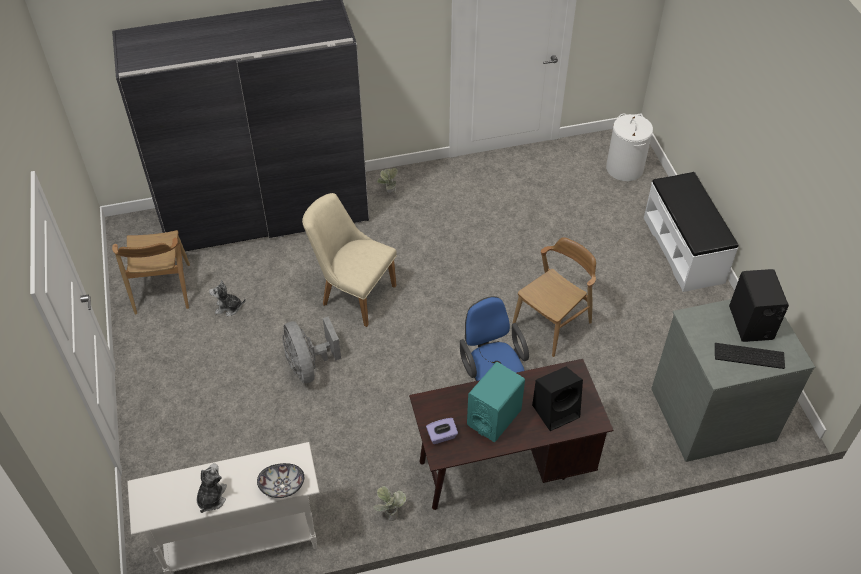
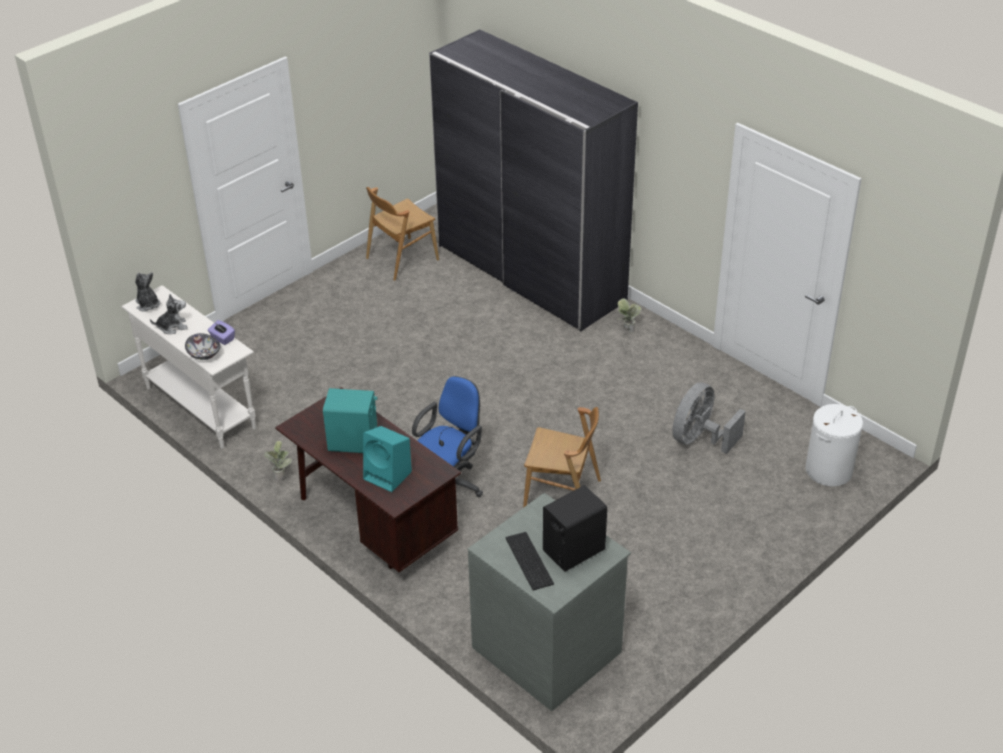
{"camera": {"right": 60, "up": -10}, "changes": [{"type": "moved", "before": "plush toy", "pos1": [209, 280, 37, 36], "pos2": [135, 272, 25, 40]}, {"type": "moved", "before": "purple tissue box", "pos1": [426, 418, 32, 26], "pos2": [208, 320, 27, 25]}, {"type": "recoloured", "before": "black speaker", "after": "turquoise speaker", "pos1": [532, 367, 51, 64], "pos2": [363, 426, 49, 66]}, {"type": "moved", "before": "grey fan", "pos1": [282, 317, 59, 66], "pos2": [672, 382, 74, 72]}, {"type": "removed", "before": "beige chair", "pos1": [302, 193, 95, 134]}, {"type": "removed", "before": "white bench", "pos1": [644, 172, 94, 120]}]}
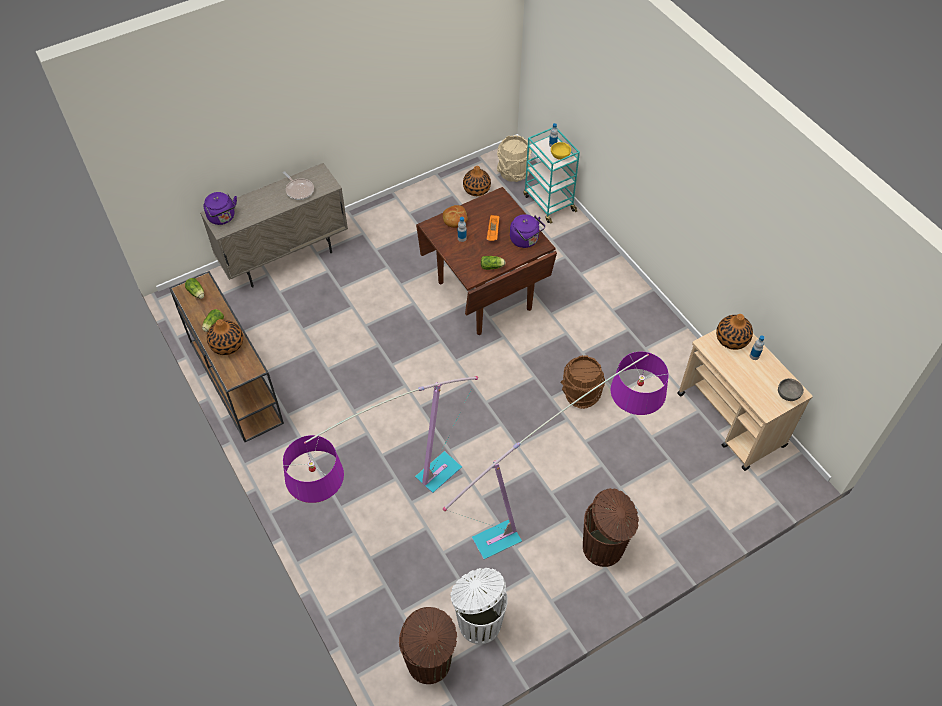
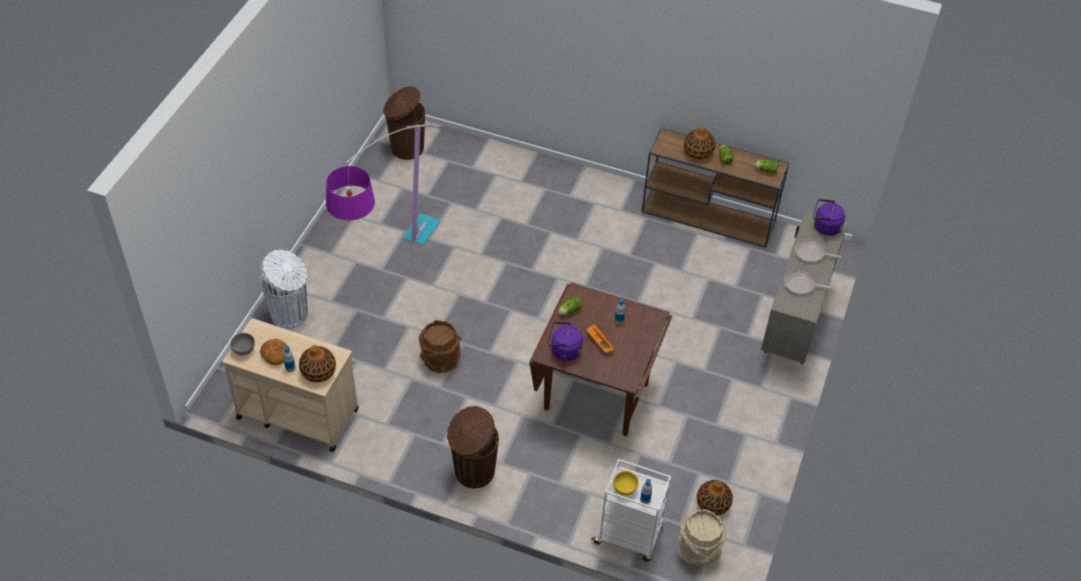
{"camera": {"right": 140, "up": -5}, "changes": [{"type": "moved", "before": "white trash can", "pos1": [450, 568, 58, 76], "pos2": [260, 250, 48, 79]}, {"type": "moved", "before": "bread", "pos1": [443, 205, 25, 23], "pos2": [260, 339, 30, 26]}, {"type": "moved", "before": "brown trash can", "pos1": [583, 488, 56, 79], "pos2": [447, 406, 52, 82]}, {"type": "recoloured", "before": "turquoise cart", "after": "white cart", "pos1": [524, 127, 56, 97], "pos2": [591, 459, 80, 103]}, {"type": "added", "after": "frying pan", "pos2": [794, 239, 47, 24]}, {"type": "removed", "before": "floor lamp", "pos1": [283, 376, 195, 127]}]}
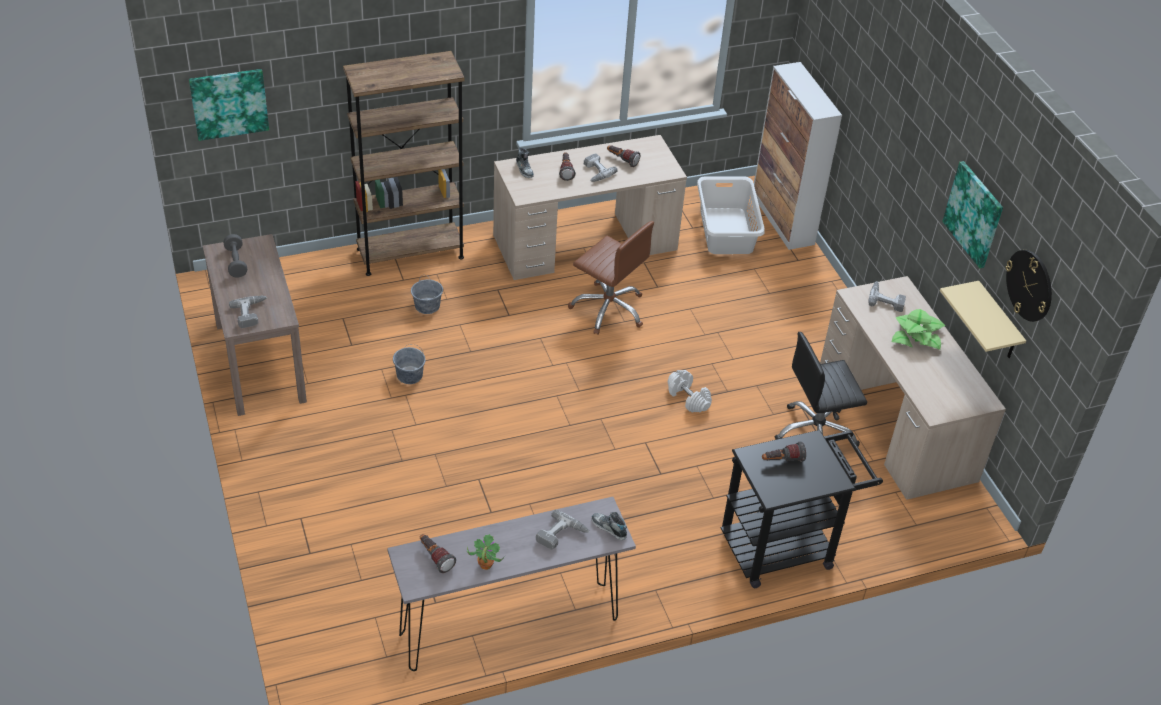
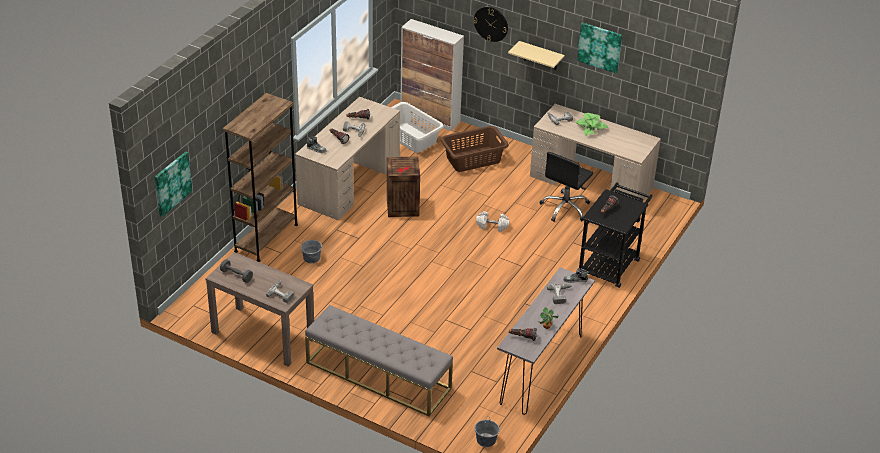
{"camera": {"right": -40, "up": -5}, "changes": [{"type": "added", "after": "grey bench", "pos2": [305, 305, 148, 111]}, {"type": "replaced", "before": "brown office chair", "after": "crate", "pos1": [568, 221, 86, 114], "pos2": [387, 156, 33, 61]}, {"type": "added", "after": "brown laundry basket", "pos2": [440, 126, 69, 46]}, {"type": "moved", "before": "wall clock", "pos1": [1006, 250, 46, 72], "pos2": [473, 7, 35, 35]}, {"type": "moved", "before": "grey bucket", "pos1": [393, 344, 33, 40], "pos2": [474, 416, 26, 31]}, {"type": "moved", "before": "beige shelf", "pos1": [940, 281, 86, 77], "pos2": [508, 41, 57, 29]}]}
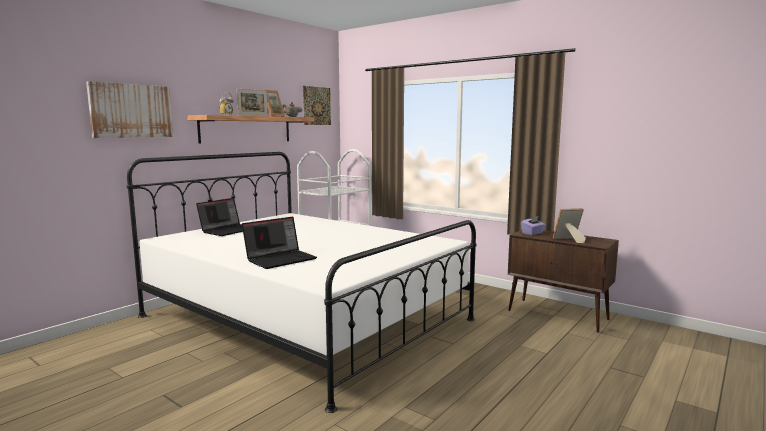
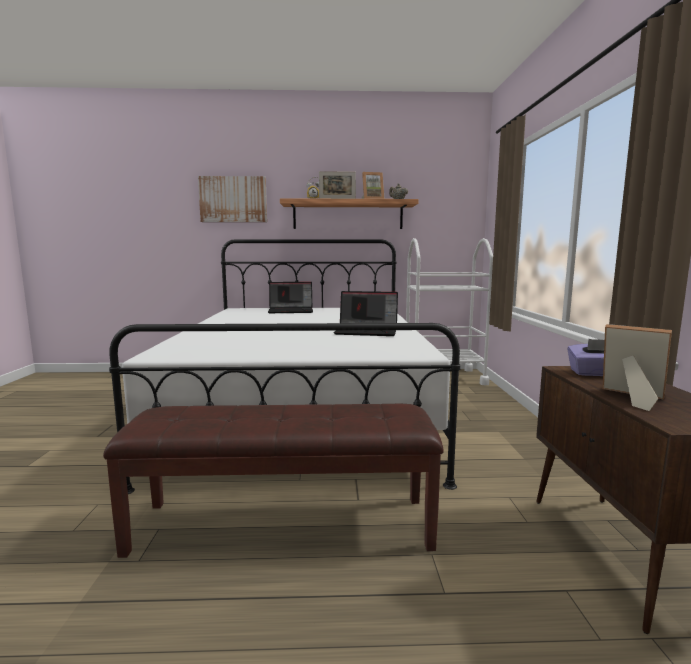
{"camera": {"right": 50, "up": 0}, "changes": [{"type": "added", "after": "brown bench", "pos2": [103, 404, 341, 154]}, {"type": "moved", "before": "laptop", "pos1": [242, 217, 75, 52], "pos2": [333, 291, 65, 45]}, {"type": "removed", "before": "picture", "pos1": [303, 86, 28, 39]}]}
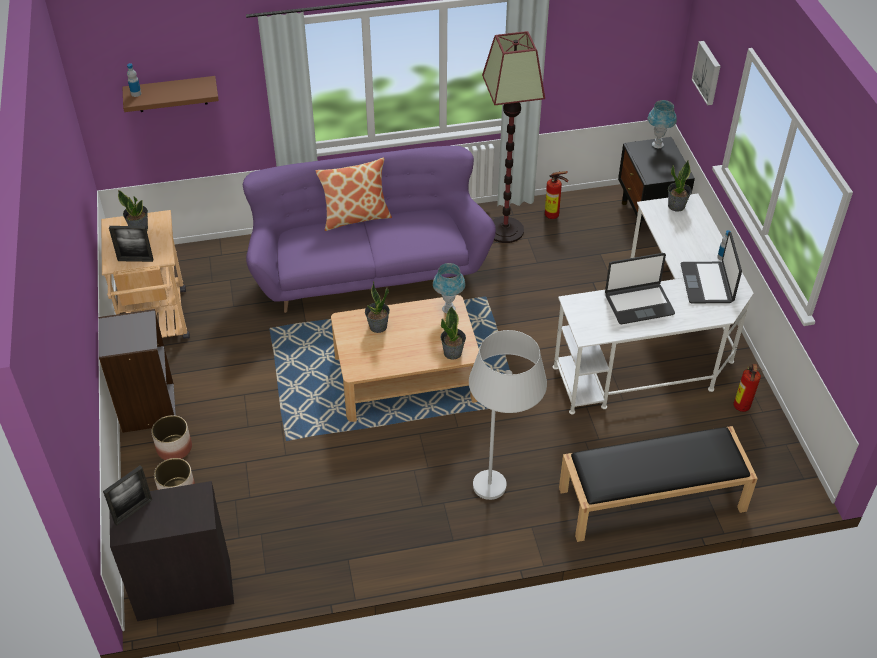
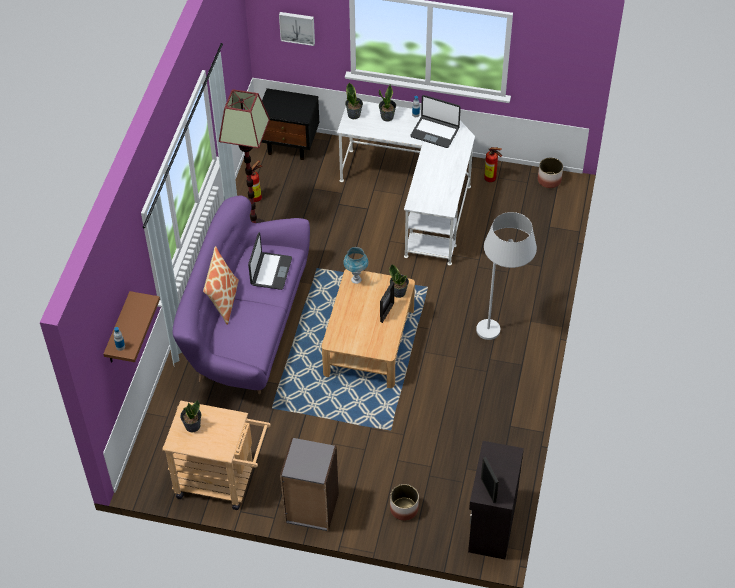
{"camera": {"right": -65, "up": 5}, "changes": [{"type": "moved", "before": "laptop", "pos1": [605, 253, 70, 71], "pos2": [248, 232, 44, 58]}, {"type": "moved", "before": "potted plant", "pos1": [365, 281, 25, 52], "pos2": [379, 84, 17, 37]}, {"type": "moved", "before": "picture frame", "pos1": [109, 226, 45, 36], "pos2": [380, 282, 14, 41]}, {"type": "moved", "before": "planter", "pos1": [151, 415, 41, 45], "pos2": [538, 158, 25, 30]}, {"type": "removed", "before": "black bench", "pos1": [559, 426, 199, 116]}, {"type": "removed", "before": "blue table lamp", "pos1": [648, 100, 29, 48]}]}
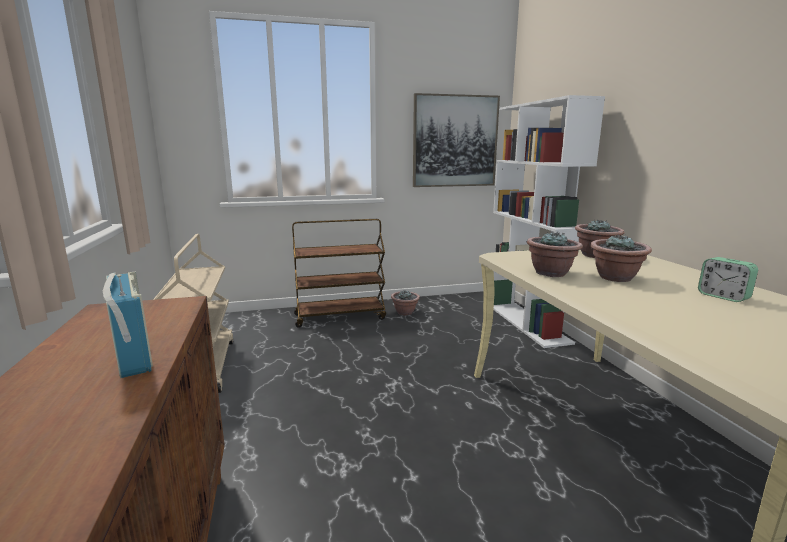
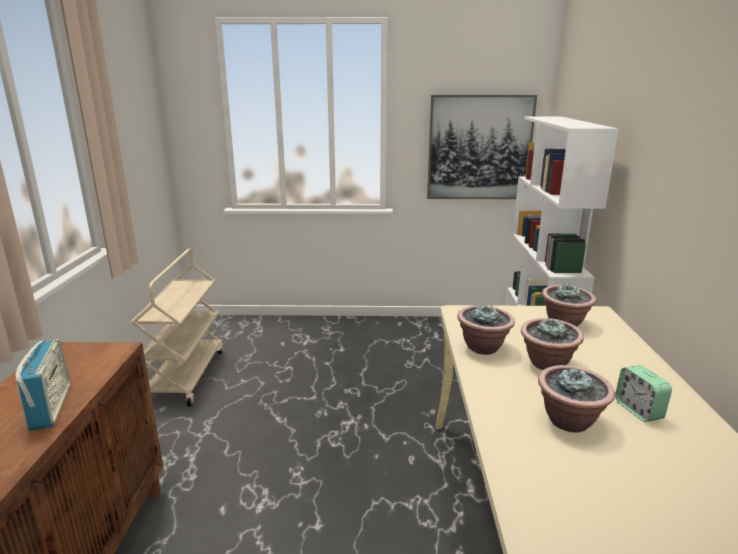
{"camera": {"right": 15, "up": 5}, "changes": [{"type": "moved", "before": "potted plant", "pos1": [391, 291, 29, 24], "pos2": [538, 365, 77, 68]}, {"type": "removed", "before": "brown cart", "pos1": [292, 219, 94, 109]}]}
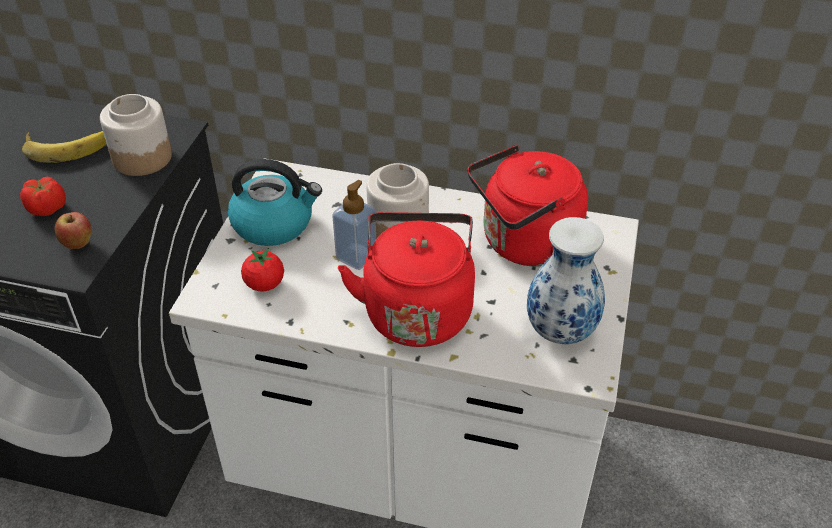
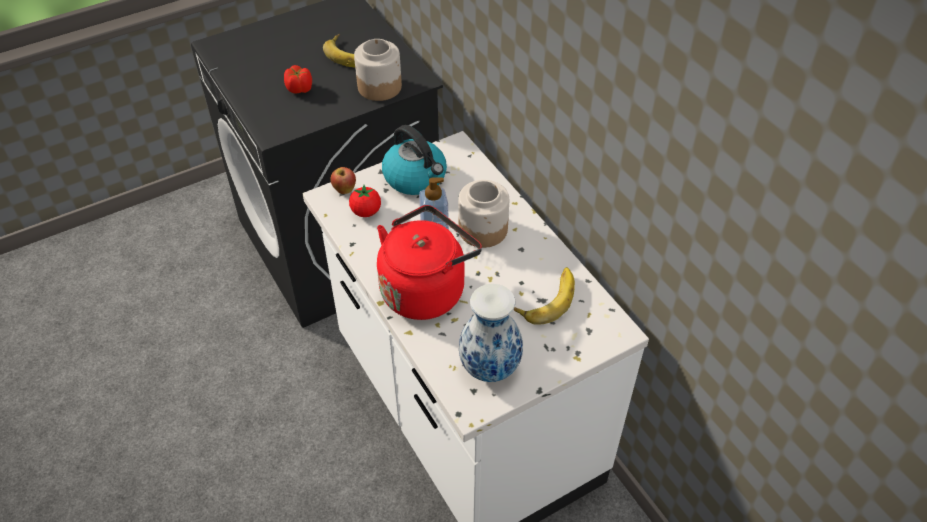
{"camera": {"right": 45, "up": 5}, "changes": [{"type": "moved", "before": "apple", "pos1": [54, 212, 37, 37], "pos2": [330, 167, 26, 27]}, {"type": "replaced", "before": "red kettle", "after": "banana", "pos1": [468, 145, 120, 121], "pos2": [514, 267, 61, 58]}]}
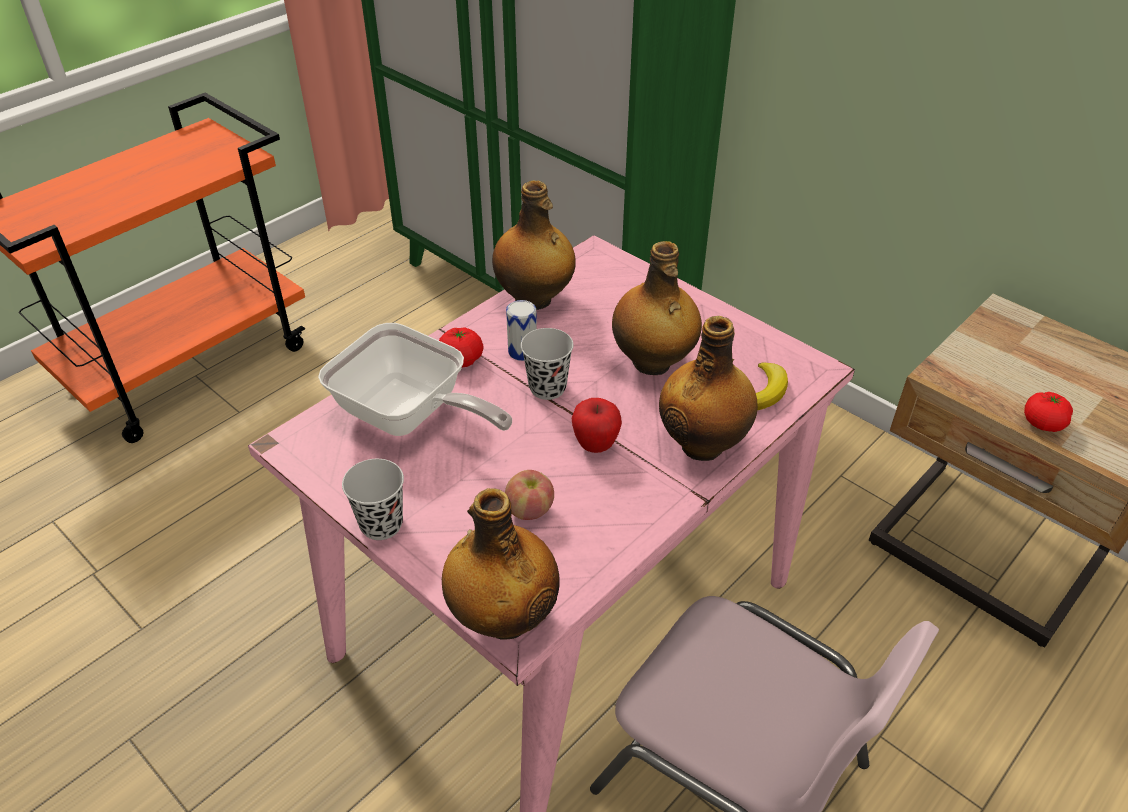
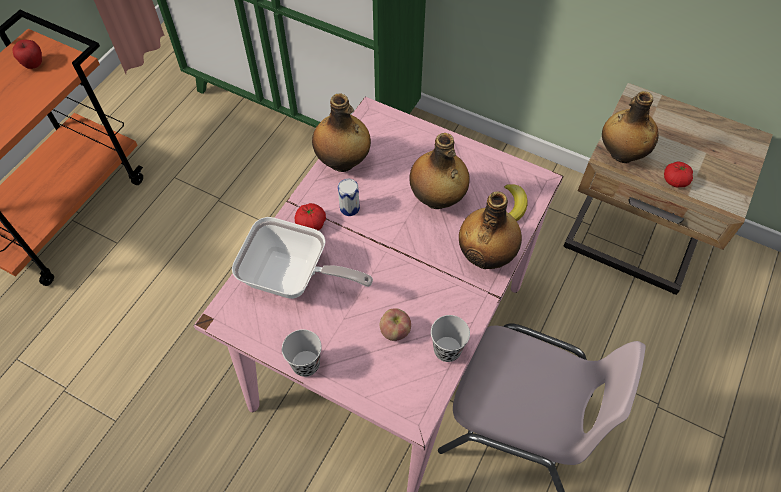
{"camera": {"right": -15, "up": 15}, "changes": [{"type": "moved", "before": "apple", "pos1": [571, 398, 51, 55], "pos2": [12, 40, 30, 29]}, {"type": "moved", "before": "black cup", "pos1": [521, 328, 53, 72], "pos2": [431, 315, 39, 47]}, {"type": "moved", "before": "bottle", "pos1": [442, 488, 118, 152], "pos2": [602, 91, 57, 72]}]}
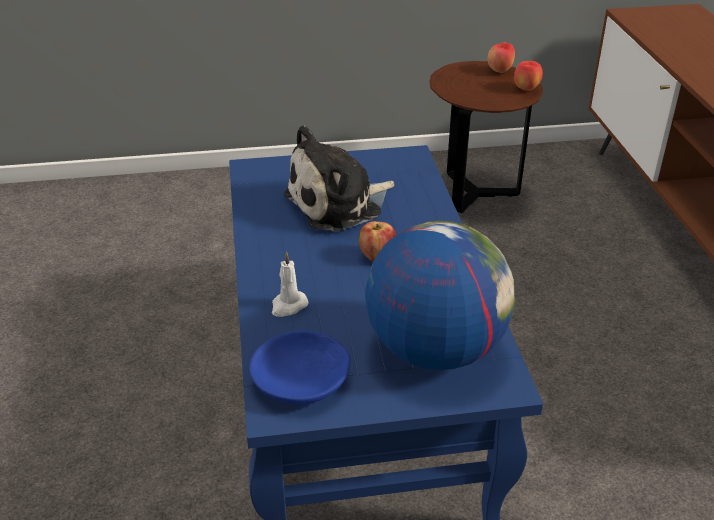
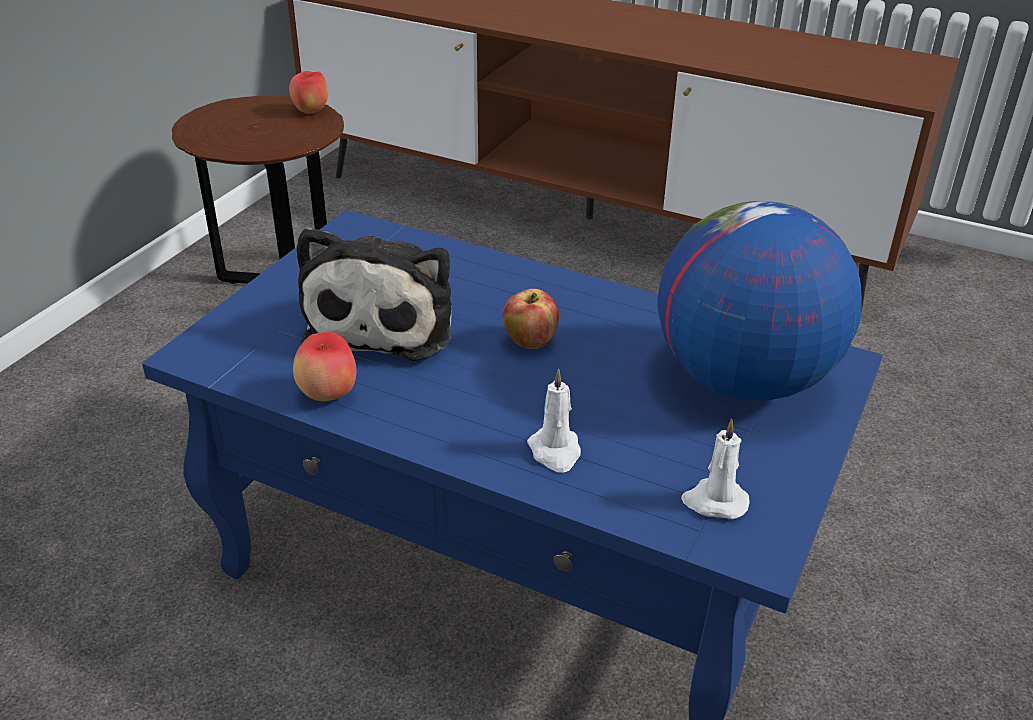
{"camera": {"right": -55, "up": 0}, "changes": [{"type": "moved", "before": "apple", "pos1": [488, 42, 27, 31], "pos2": [293, 332, 63, 69]}, {"type": "replaced", "before": "blue bowl", "after": "white candle", "pos1": [249, 330, 102, 74], "pos2": [681, 419, 68, 100]}]}
